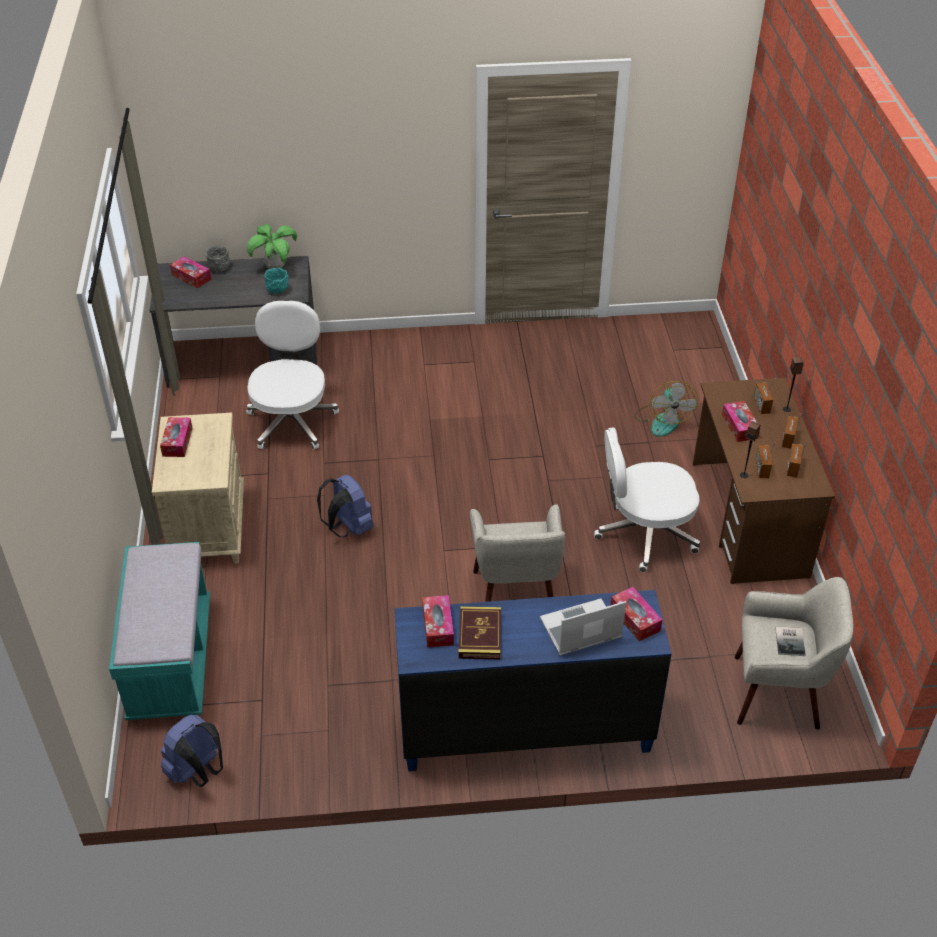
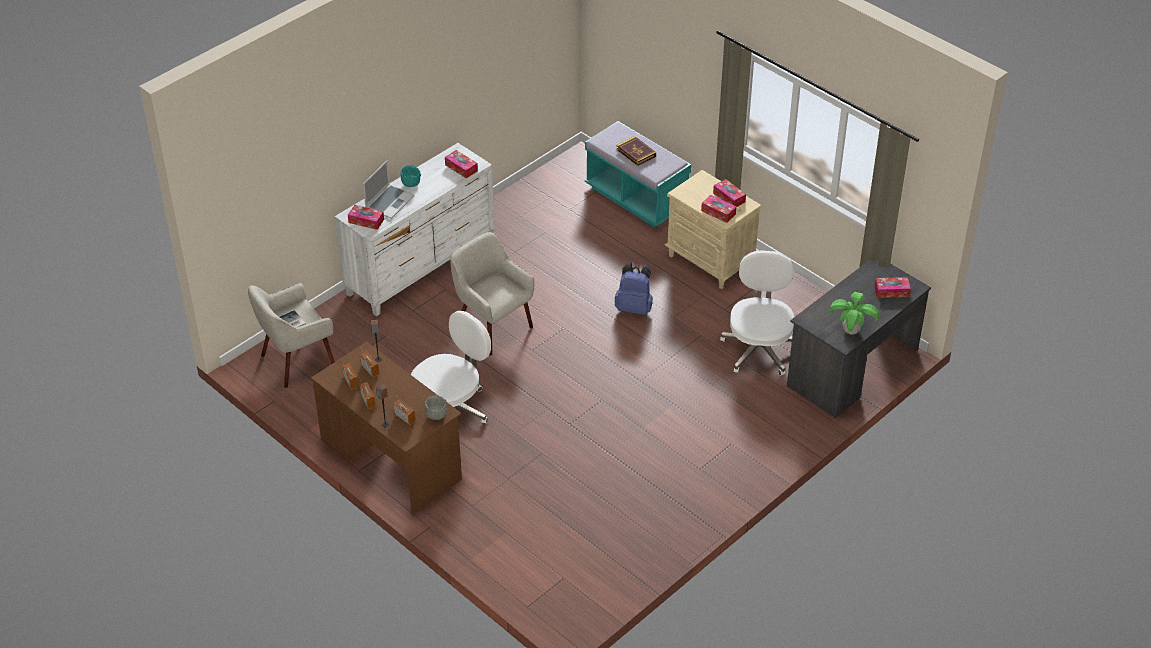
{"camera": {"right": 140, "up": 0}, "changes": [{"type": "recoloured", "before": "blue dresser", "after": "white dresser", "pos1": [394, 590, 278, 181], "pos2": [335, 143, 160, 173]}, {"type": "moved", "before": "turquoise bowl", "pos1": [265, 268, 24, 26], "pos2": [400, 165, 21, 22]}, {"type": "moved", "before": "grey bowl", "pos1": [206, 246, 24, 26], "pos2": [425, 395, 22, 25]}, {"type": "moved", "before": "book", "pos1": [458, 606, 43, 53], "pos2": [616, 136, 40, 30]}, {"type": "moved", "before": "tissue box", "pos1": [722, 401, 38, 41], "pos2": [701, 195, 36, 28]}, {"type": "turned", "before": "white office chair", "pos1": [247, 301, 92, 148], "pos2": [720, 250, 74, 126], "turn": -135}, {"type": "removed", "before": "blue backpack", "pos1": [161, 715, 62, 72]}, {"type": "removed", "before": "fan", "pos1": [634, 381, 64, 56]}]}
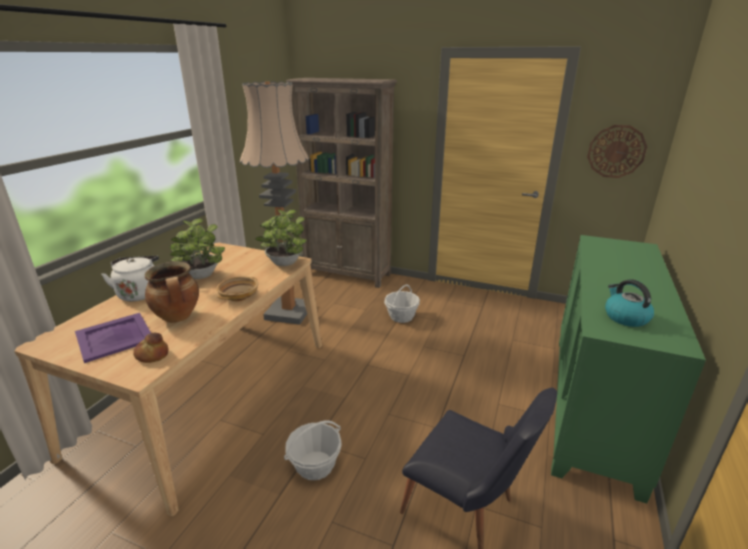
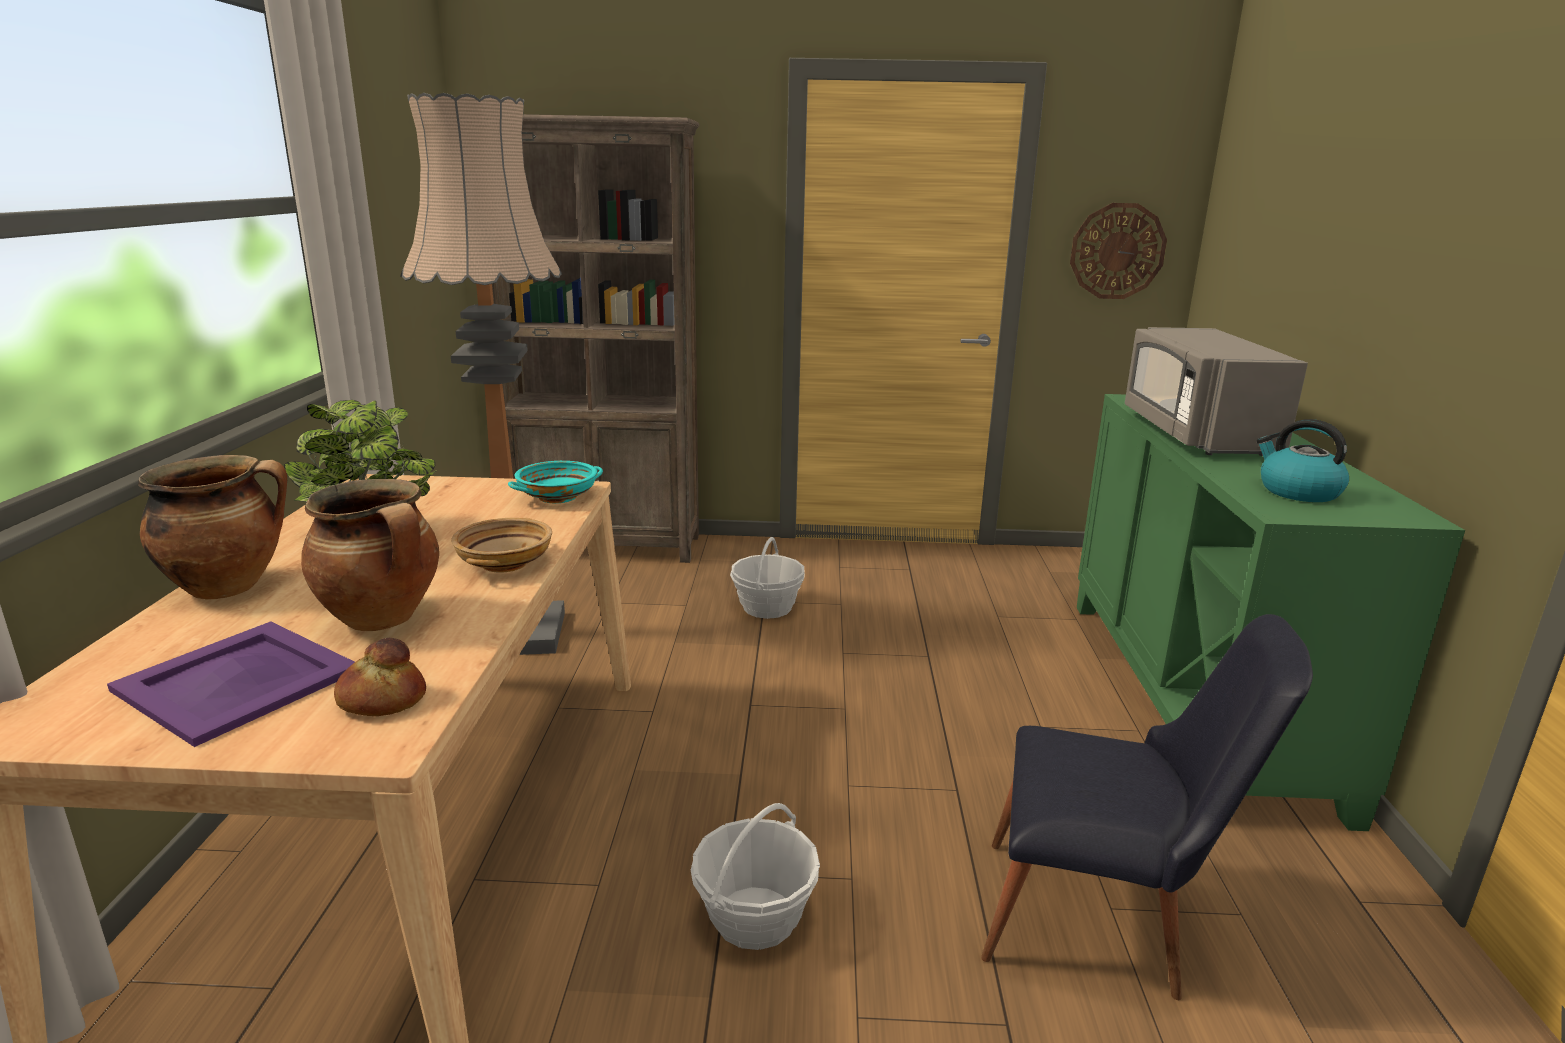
{"camera": {"right": -20, "up": -5}, "changes": [{"type": "replaced", "before": "white kettle", "after": "cooking pot", "pos1": [101, 256, 58, 45], "pos2": [138, 455, 149, 145]}, {"type": "replaced", "before": "potted plant", "after": "turquoise bowl", "pos1": [255, 209, 52, 57], "pos2": [508, 461, 95, 42]}, {"type": "added", "after": "grey microwave", "pos2": [1125, 327, 183, 129]}]}
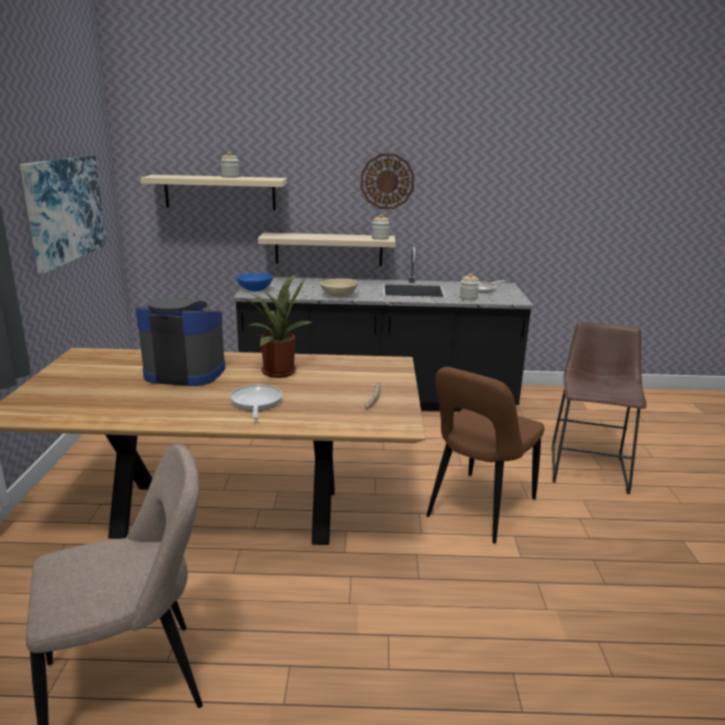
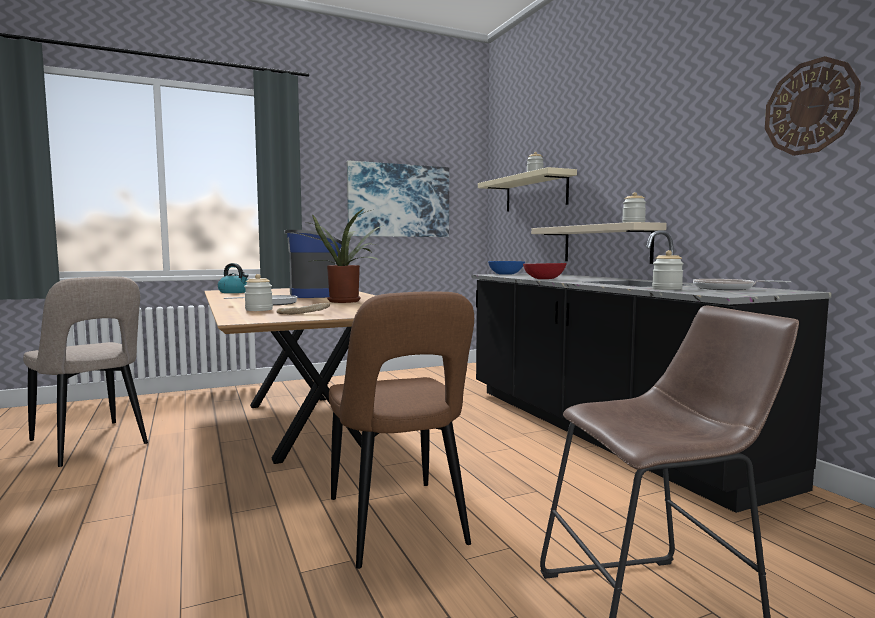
{"camera": {"right": 65, "up": -15}, "changes": [{"type": "added", "after": "kettle", "pos2": [218, 263, 30, 30]}, {"type": "added", "after": "jar", "pos2": [244, 274, 29, 37]}, {"type": "turned", "before": "brown chair", "pos1": [426, 367, 118, 176], "pos2": [329, 292, 145, 277], "turn": -120}, {"type": "recoloured", "before": "beige bowl", "after": "red bowl", "pos1": [320, 278, 38, 19], "pos2": [523, 263, 44, 16]}, {"type": "moved", "before": "wall clock", "pos1": [360, 153, 54, 56], "pos2": [765, 56, 96, 100]}]}
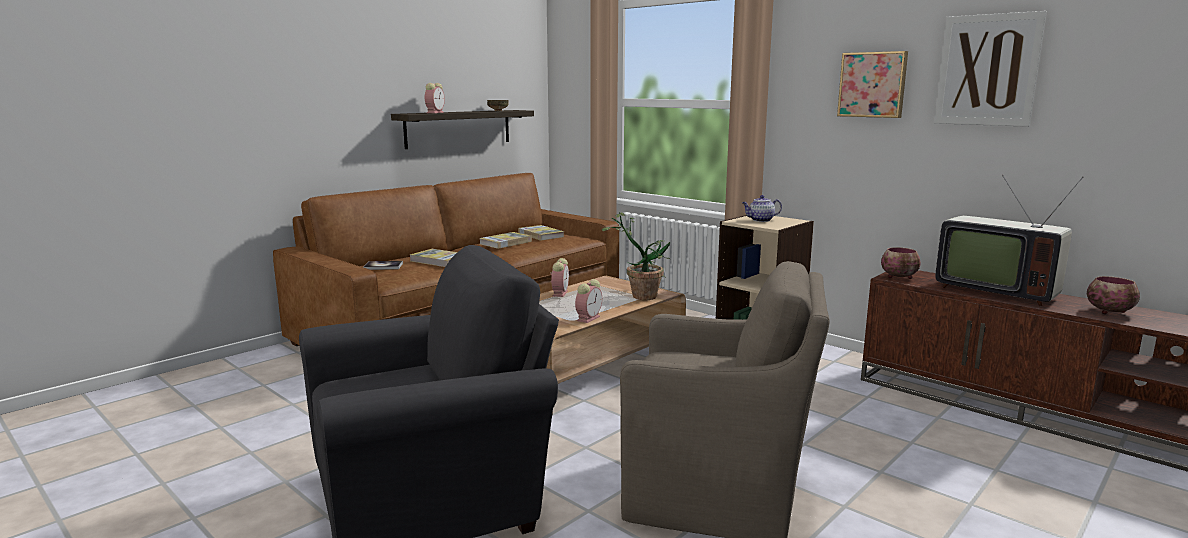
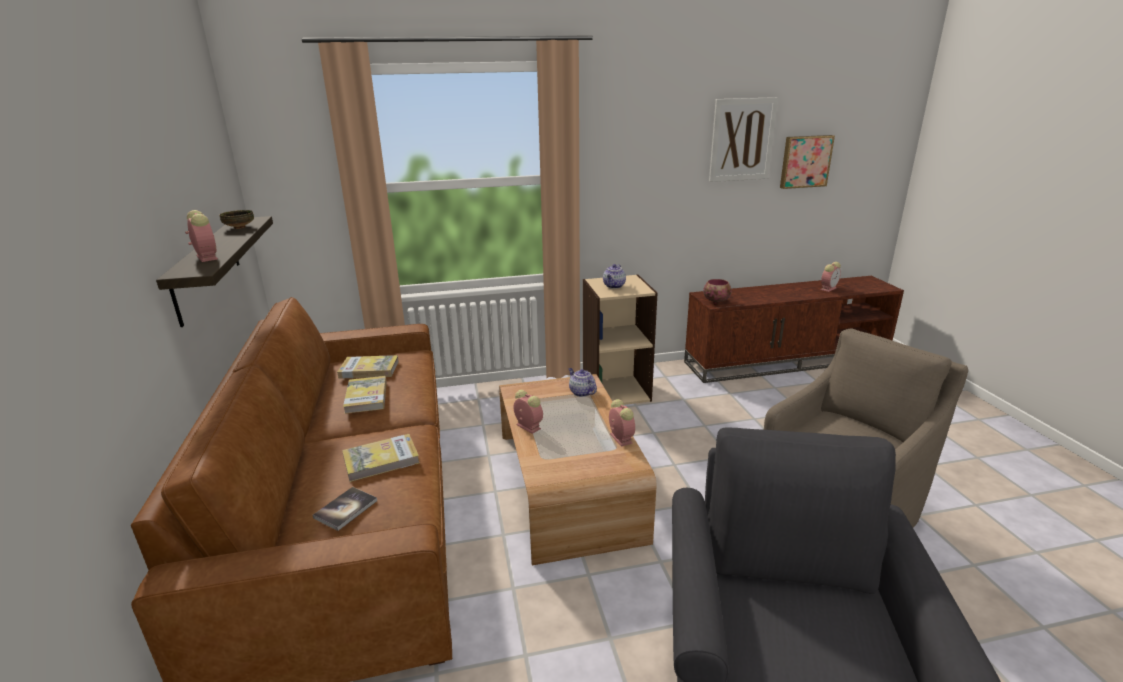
{"camera": {"right": -55, "up": 10}, "changes": [{"type": "replaced", "before": "potted plant", "after": "teapot", "pos1": [602, 212, 68, 88], "pos2": [568, 368, 29, 29]}, {"type": "moved", "before": "picture", "pos1": [837, 51, 71, 67], "pos2": [780, 135, 55, 54]}, {"type": "replaced", "before": "bowl", "after": "alarm clock", "pos1": [1087, 276, 53, 38], "pos2": [821, 262, 20, 30]}, {"type": "removed", "before": "television", "pos1": [935, 175, 149, 131]}]}
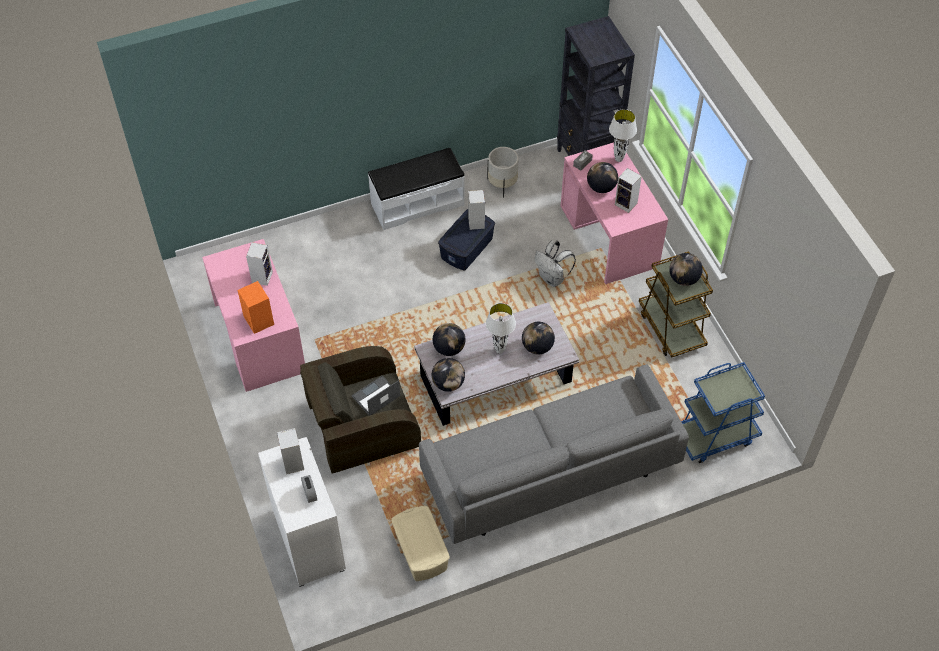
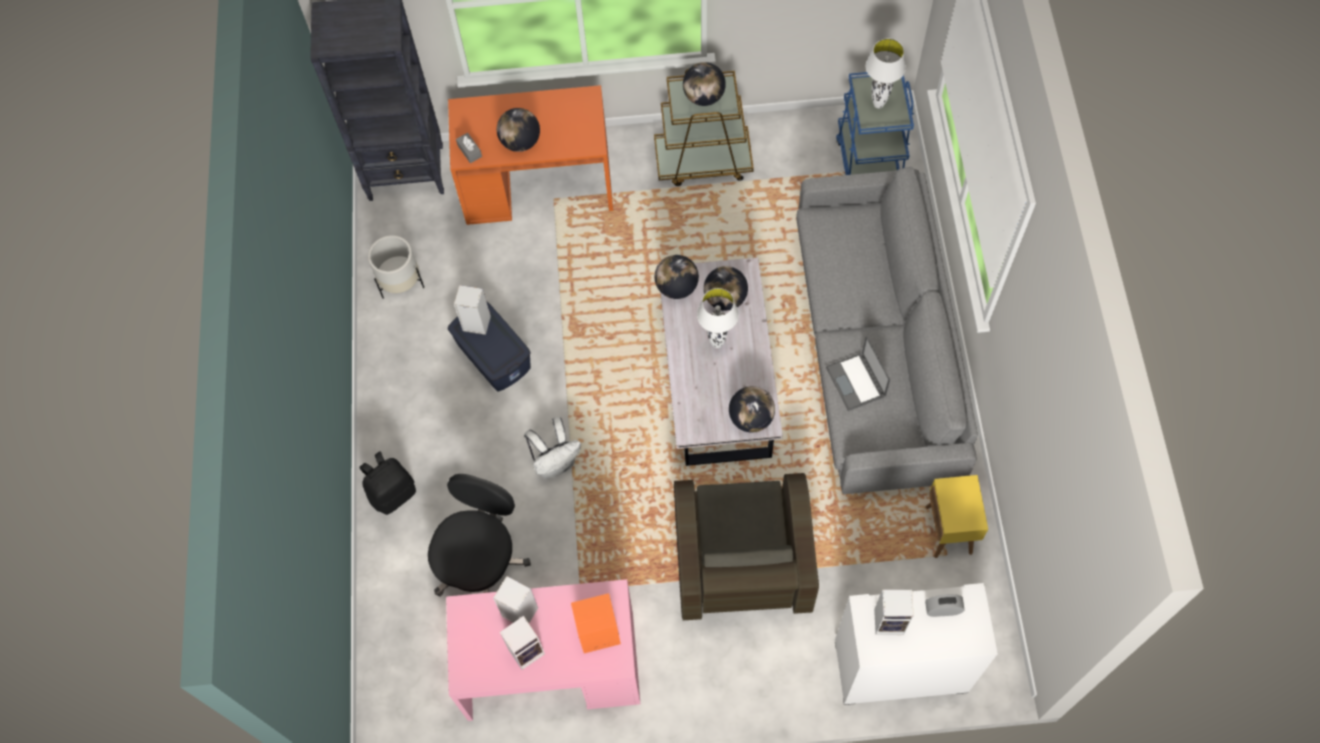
{"camera": {"right": -70, "up": 10}, "changes": [{"type": "added", "after": "black backpack", "pos2": [359, 451, 57, 64]}, {"type": "added", "after": "black office chair", "pos2": [428, 474, 103, 123]}, {"type": "recoloured", "before": "pink desk", "after": "orange desk", "pos1": [561, 142, 107, 142], "pos2": [448, 85, 165, 140]}, {"type": "moved", "before": "speaker", "pos1": [615, 168, 27, 45], "pos2": [500, 616, 45, 54]}, {"type": "moved", "before": "white backpack", "pos1": [535, 240, 41, 47], "pos2": [524, 417, 57, 61]}, {"type": "moved", "before": "globe", "pos1": [433, 323, 33, 33], "pos2": [655, 255, 44, 44]}, {"type": "moved", "before": "laptop", "pos1": [352, 375, 48, 41], "pos2": [826, 336, 64, 75]}, {"type": "moved", "before": "white table lamp", "pos1": [609, 109, 28, 53], "pos2": [866, 39, 40, 69]}, {"type": "replaced", "before": "beige storage box", "after": "yellow side table", "pos1": [391, 506, 59, 75], "pos2": [925, 475, 63, 83]}, {"type": "removed", "before": "white bench", "pos1": [368, 148, 97, 82]}]}
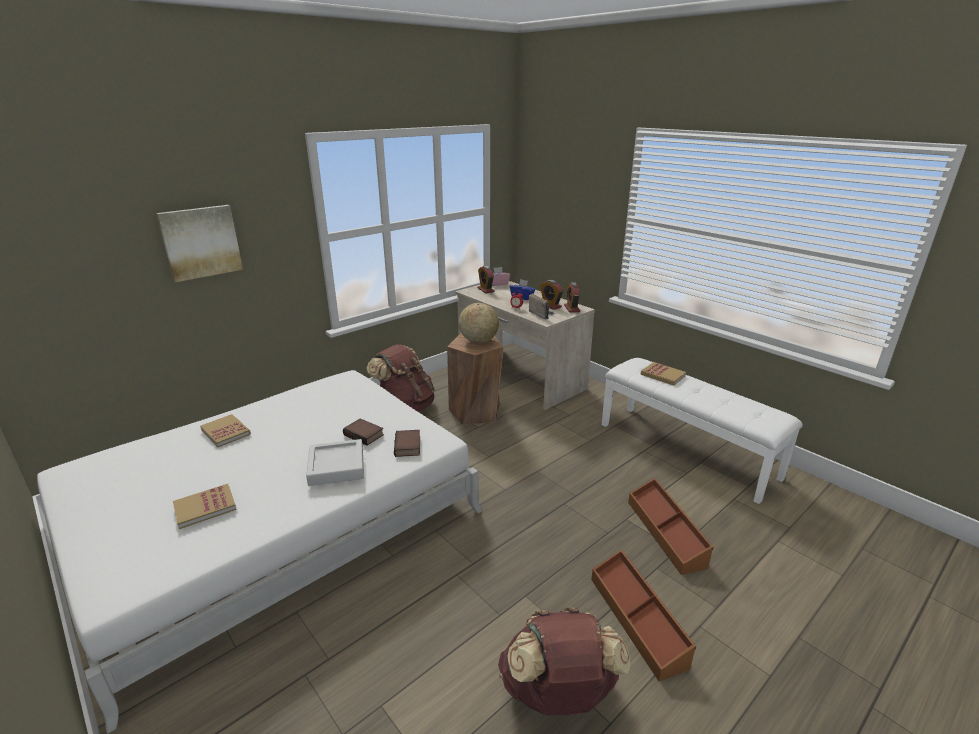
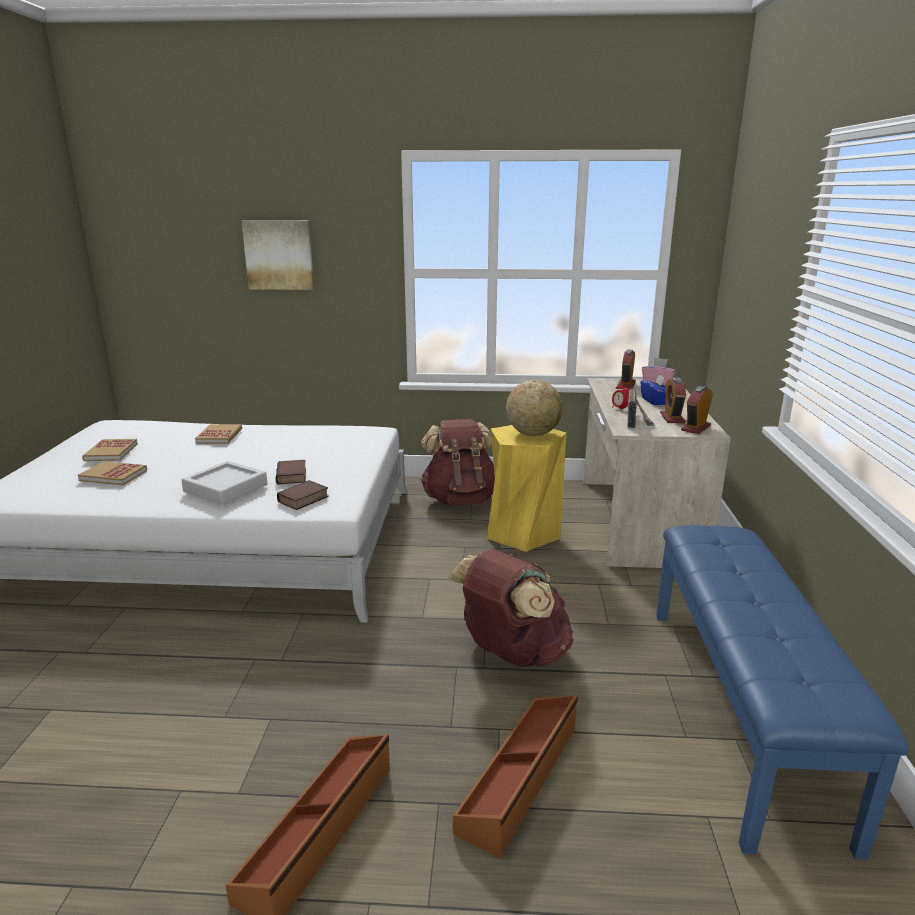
{"camera": {"right": 45, "up": -5}, "changes": [{"type": "moved", "before": "book", "pos1": [641, 362, 45, 24], "pos2": [82, 439, 56, 22]}, {"type": "moved", "before": "brown backpack", "pos1": [498, 607, 133, 108], "pos2": [447, 549, 127, 118]}, {"type": "recoloured", "before": "brown stool", "after": "yellow stool", "pos1": [447, 334, 57, 91], "pos2": [487, 425, 79, 127]}, {"type": "recoloured", "before": "white bench", "after": "blue bench", "pos1": [602, 358, 201, 146], "pos2": [656, 525, 253, 335]}]}
